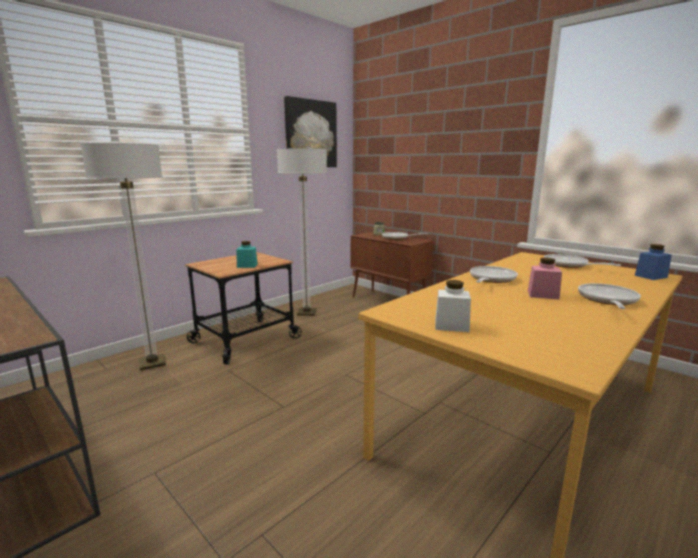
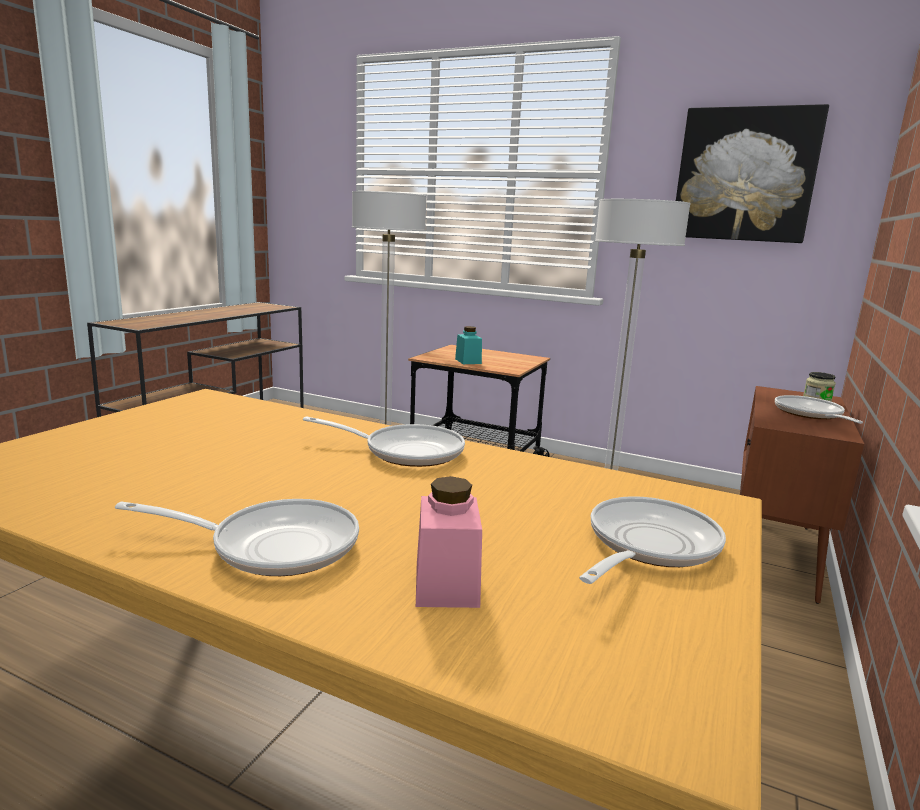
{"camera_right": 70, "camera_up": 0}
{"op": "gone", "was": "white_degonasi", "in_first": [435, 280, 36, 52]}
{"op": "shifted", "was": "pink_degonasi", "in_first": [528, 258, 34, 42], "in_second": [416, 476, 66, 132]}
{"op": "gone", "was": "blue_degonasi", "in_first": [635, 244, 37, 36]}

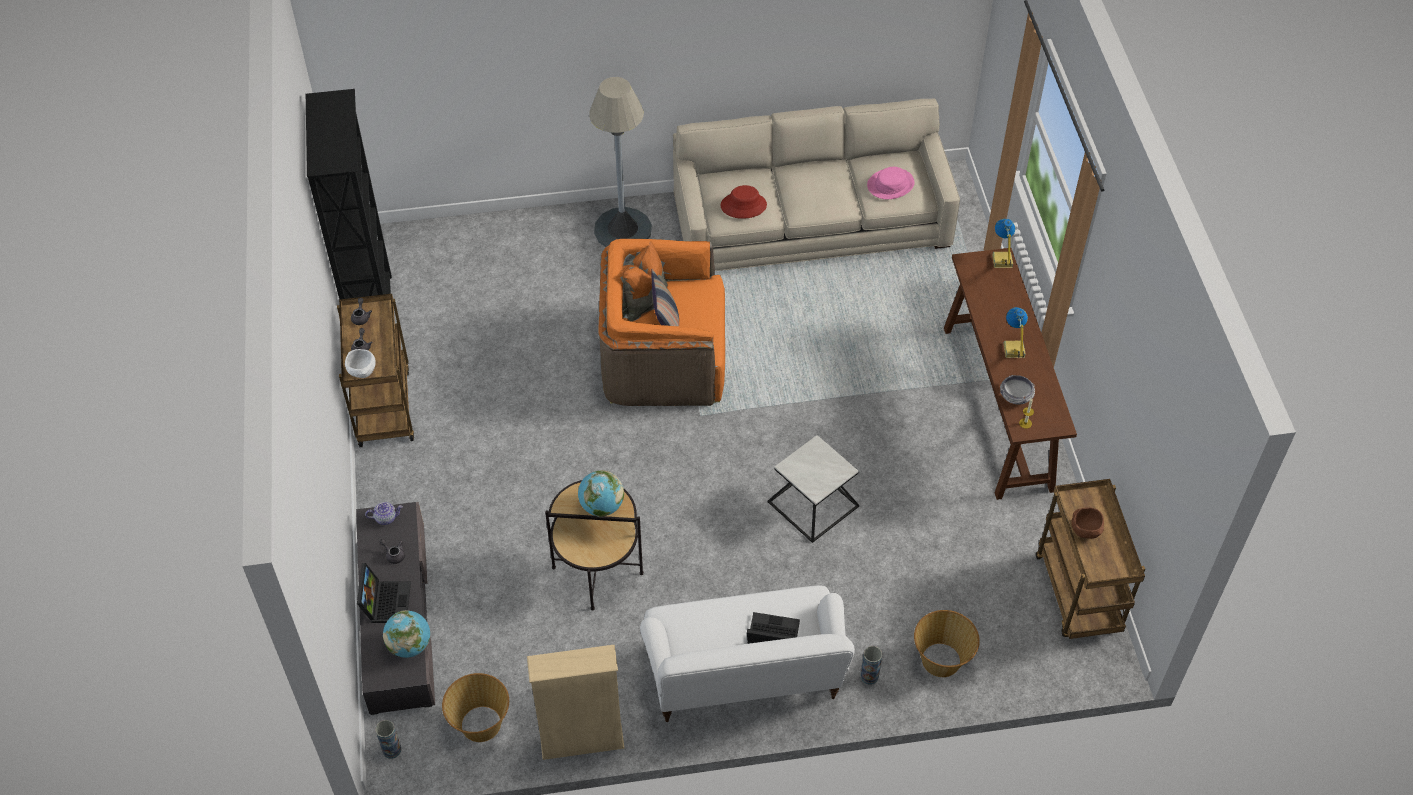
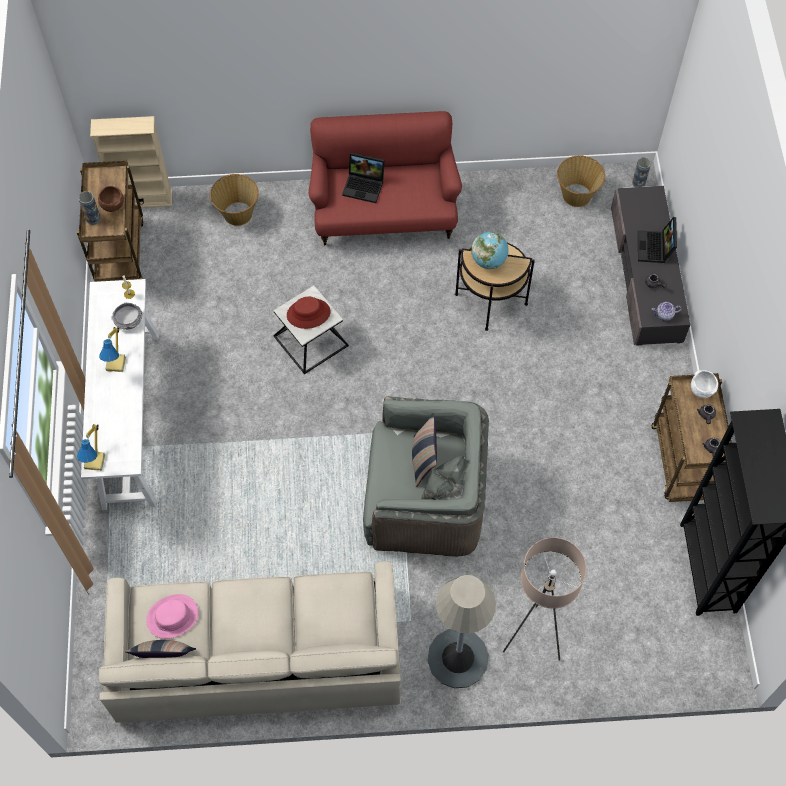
{"camera_right": -175, "camera_up": 10}
{"op": "gone", "was": "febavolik", "in_first": [383, 610, 47, 48]}
{"op": "shifted", "was": "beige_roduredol", "in_first": [527, 645, 98, 115], "in_second": [90, 116, 82, 92]}
{"op": "repainted", "was": "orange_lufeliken", "now": "grey_lufeliken", "in_first": [598, 239, 127, 167], "in_second": [363, 396, 126, 160]}
{"op": "repainted", "was": "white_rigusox", "now": "red_rigusox", "in_first": [640, 585, 215, 137], "in_second": [309, 111, 153, 134]}
{"op": "shifted", "was": "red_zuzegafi", "in_first": [720, 185, 47, 34], "in_second": [287, 297, 43, 32]}
{"op": "shifted", "was": "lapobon", "in_first": [860, 646, 22, 39], "in_second": [79, 191, 22, 34]}
{"op": "repainted", "was": "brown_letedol", "now": "white_letedol", "in_first": [944, 248, 133, 252], "in_second": [81, 279, 78, 231]}
{"op": "new", "now": "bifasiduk", "in_second": [125, 640, 71, 18]}
{"op": "new", "now": "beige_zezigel", "in_second": [503, 537, 84, 124]}

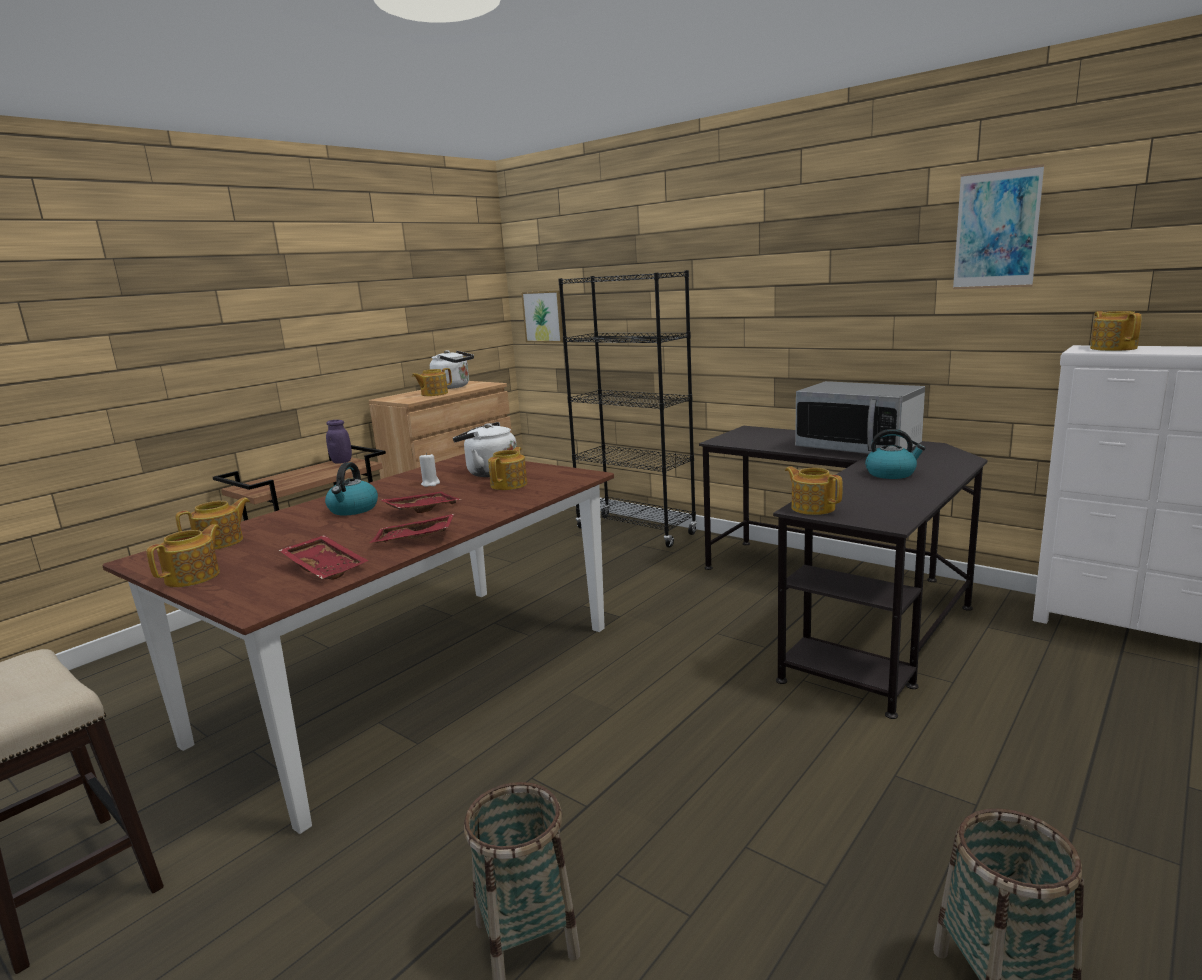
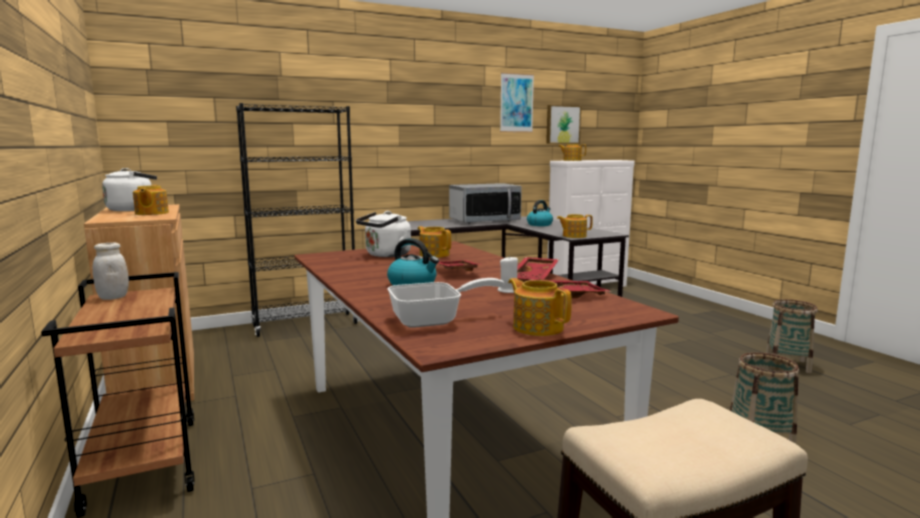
{"camera_right": -65, "camera_up": -5}
{"op": "swapped", "was": "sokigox", "now": "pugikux", "in_first": [176, 498, 74, 51], "in_second": [388, 278, 116, 50]}
{"op": "repainted", "was": "purple_degonasi", "now": "white_degonasi", "in_first": [326, 420, 26, 43], "in_second": [92, 242, 37, 58]}
{"op": "shifted", "was": "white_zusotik", "in_first": [419, 453, 21, 34], "in_second": [498, 255, 20, 38]}
{"op": "shifted", "was": "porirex", "in_first": [521, 290, 42, 53], "in_second": [546, 105, 35, 39]}

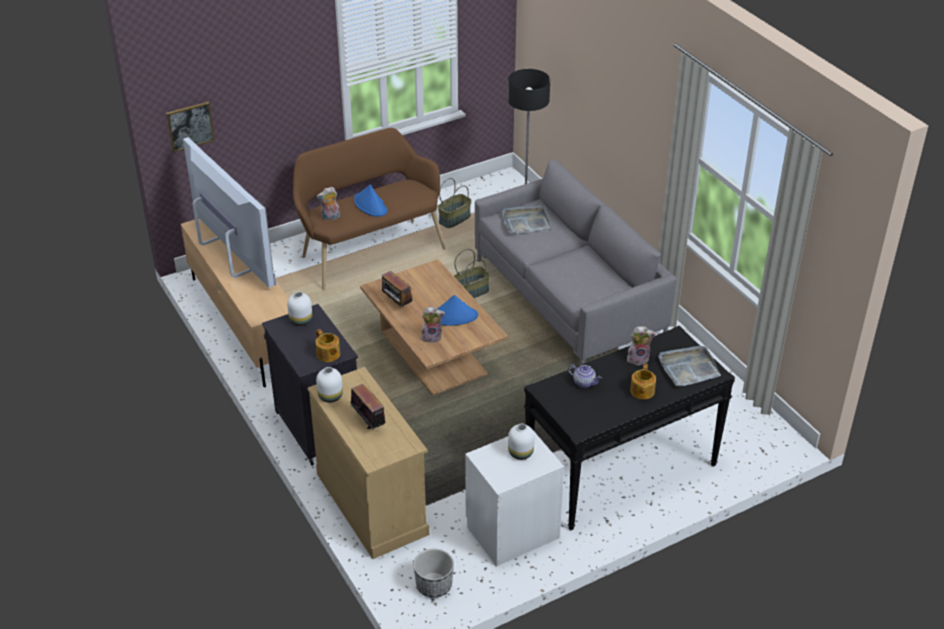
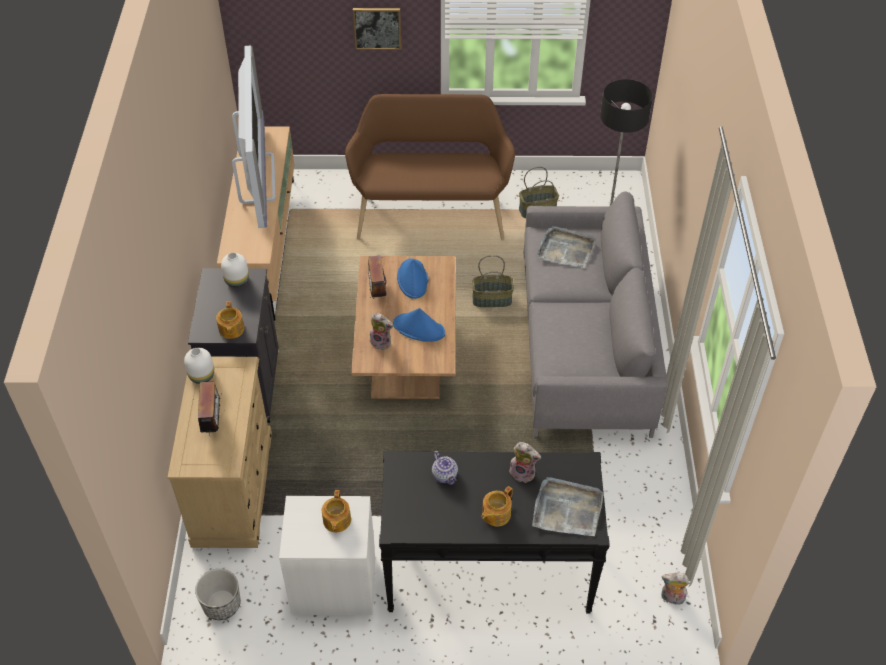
{"camera_right": 30, "camera_up": 10}
{"op": "shifted", "was": "porirex", "in_first": [166, 102, 49, 50], "in_second": [353, 8, 49, 42]}
{"op": "shifted", "was": "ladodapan", "in_first": [317, 187, 23, 34], "in_second": [661, 573, 29, 34]}
{"op": "shifted", "was": "blue_zuzegafi", "in_first": [354, 185, 34, 32], "in_second": [397, 259, 31, 40]}
{"op": "swapped", "was": "white_lapobon", "now": "sokigox", "in_first": [508, 423, 26, 37], "in_second": [322, 490, 29, 42]}

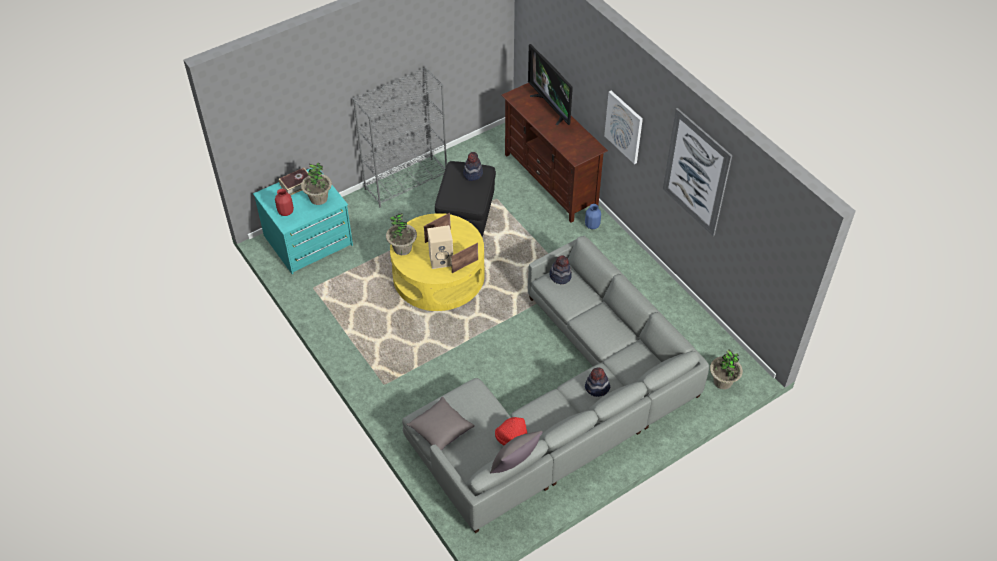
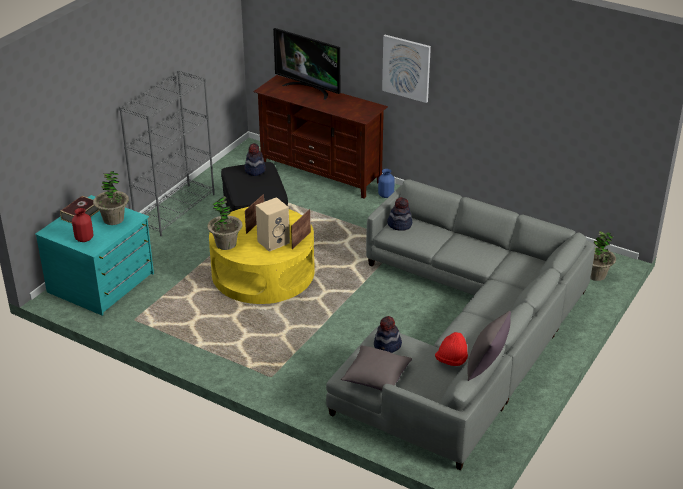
{"camera_right": -25, "camera_up": -15}
{"op": "shifted", "was": "zuzegafi", "in_first": [585, 367, 25, 30], "in_second": [374, 316, 28, 37]}
{"op": "gone", "was": "porirex", "in_first": [663, 108, 69, 128]}

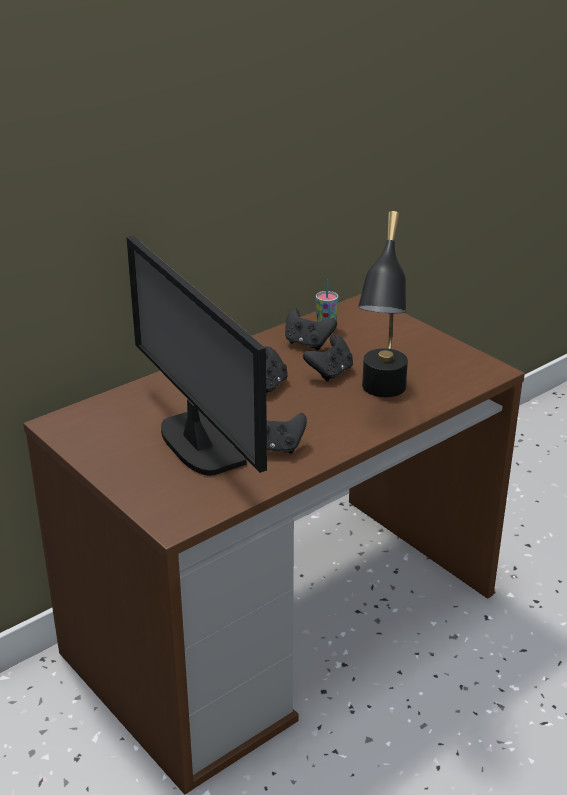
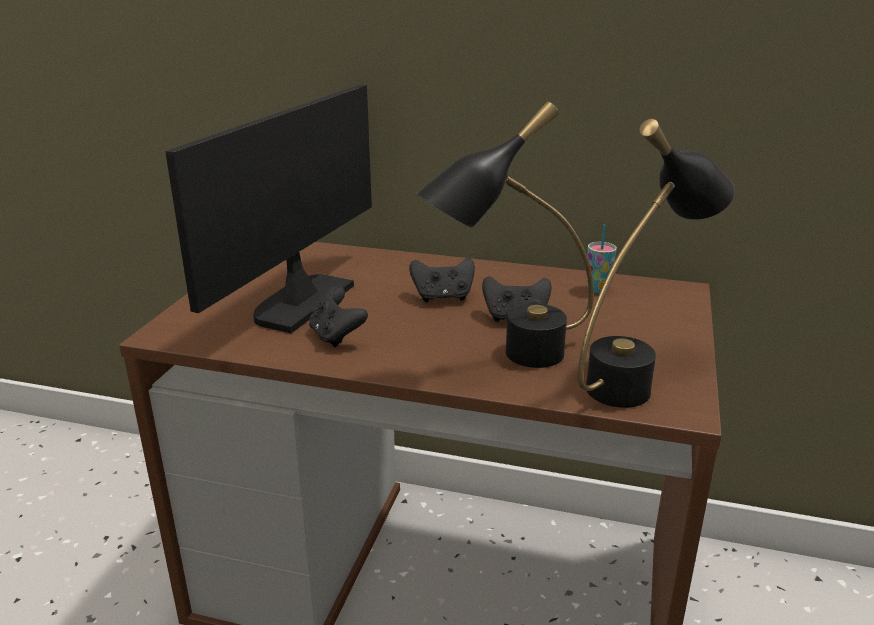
{"camera_right": 55, "camera_up": -5}
{"op": "gone", "was": "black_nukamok", "in_first": [285, 309, 52, 41]}
{"op": "new", "now": "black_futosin", "in_second": [577, 119, 158, 289]}

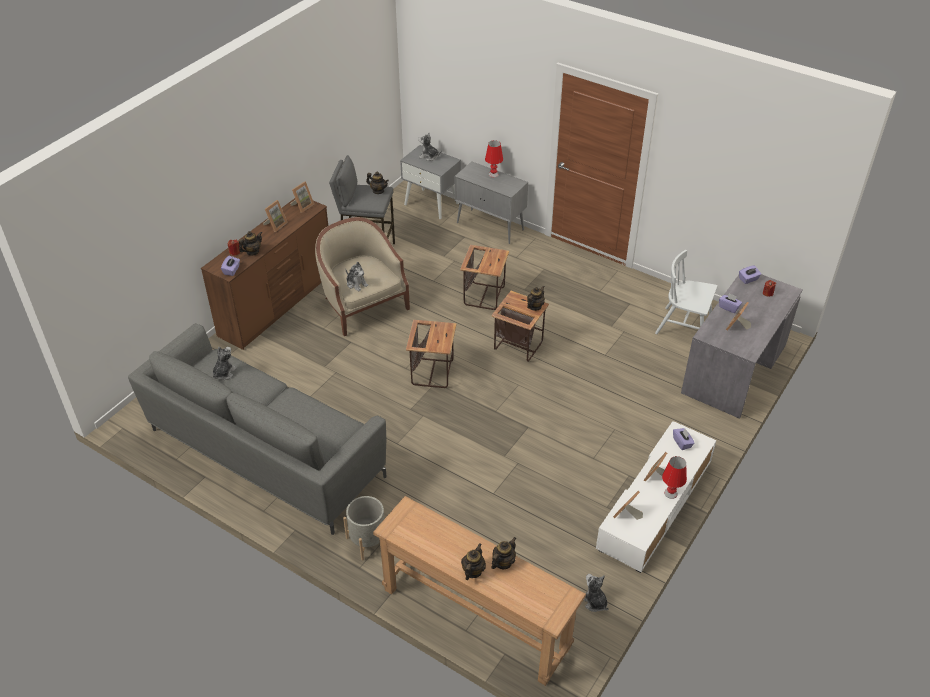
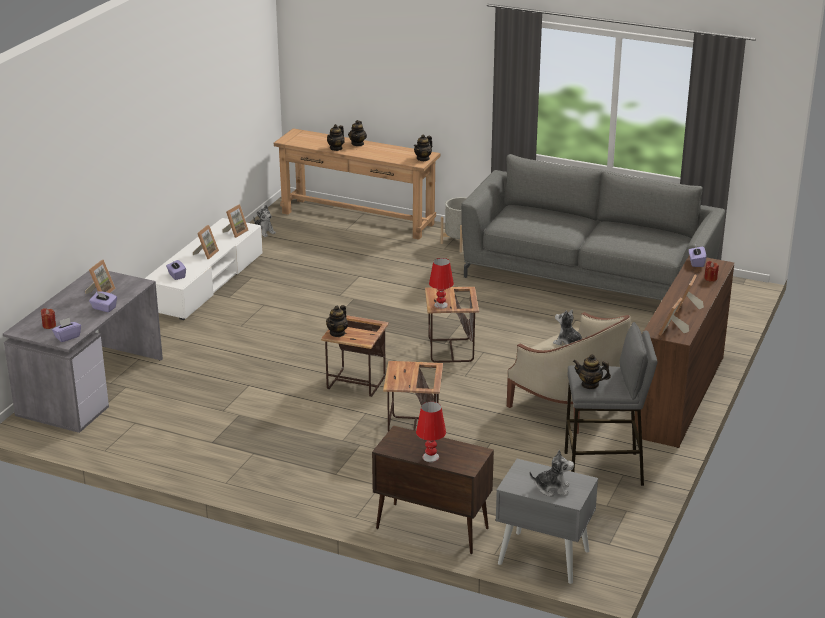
{"camera_right": 170, "camera_up": -15}
{"op": "gone", "was": "ladodapan", "in_first": [213, 347, 24, 33]}
{"op": "shifted", "was": "sokigox", "in_first": [239, 231, 23, 24], "in_second": [414, 134, 18, 27]}
{"op": "repainted", "was": "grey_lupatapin", "now": "brown_lupatapin", "in_first": [454, 162, 74, 82], "in_second": [372, 426, 122, 128]}
{"op": "gone", "was": "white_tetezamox", "in_first": [655, 250, 62, 84]}
{"op": "shifted", "was": "red_futosin", "in_first": [662, 456, 25, 43], "in_second": [429, 258, 25, 51]}

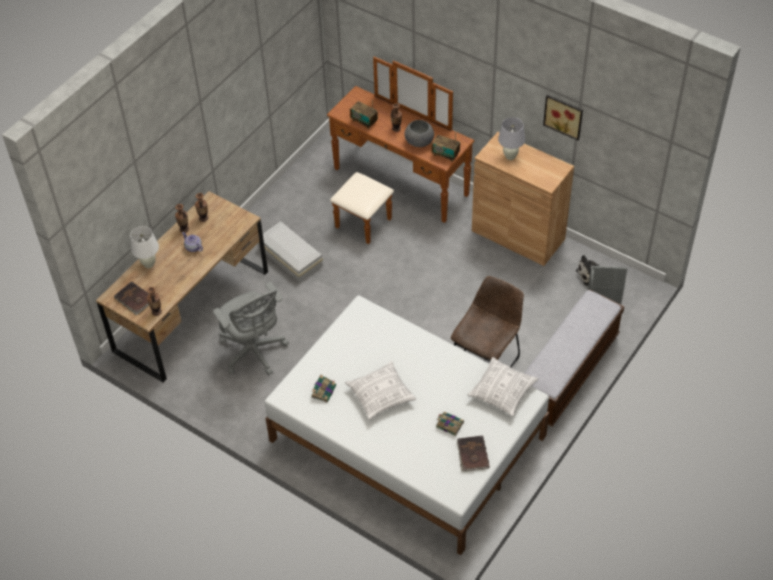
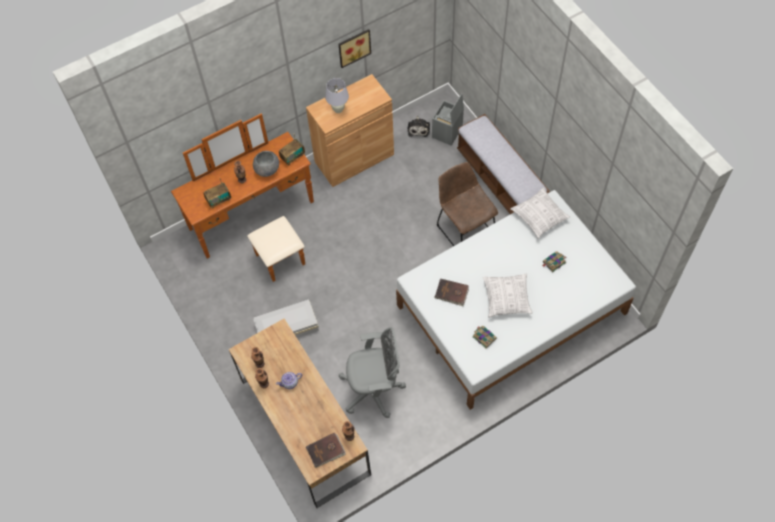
{"camera_right": -65, "camera_up": 10}
{"op": "gone", "was": "white_futosin", "in_first": [130, 226, 29, 42]}
{"op": "shifted", "was": "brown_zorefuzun", "in_first": [457, 435, 33, 37], "in_second": [434, 279, 35, 27]}

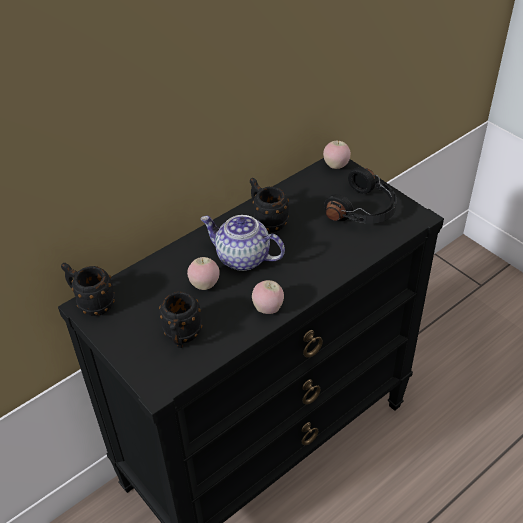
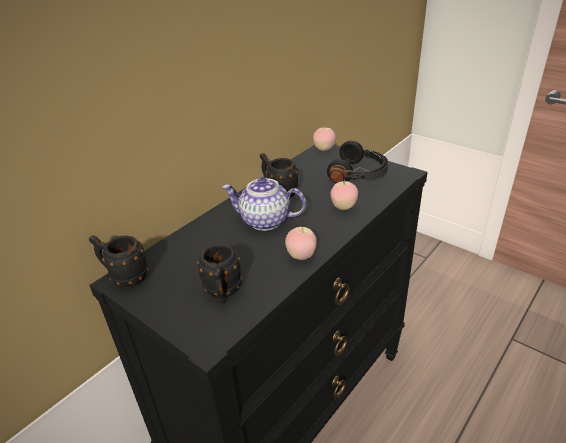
{"camera_right": -10, "camera_up": -10}
{"op": "shifted", "was": "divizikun", "in_first": [187, 257, 33, 33], "in_second": [330, 179, 28, 31]}

